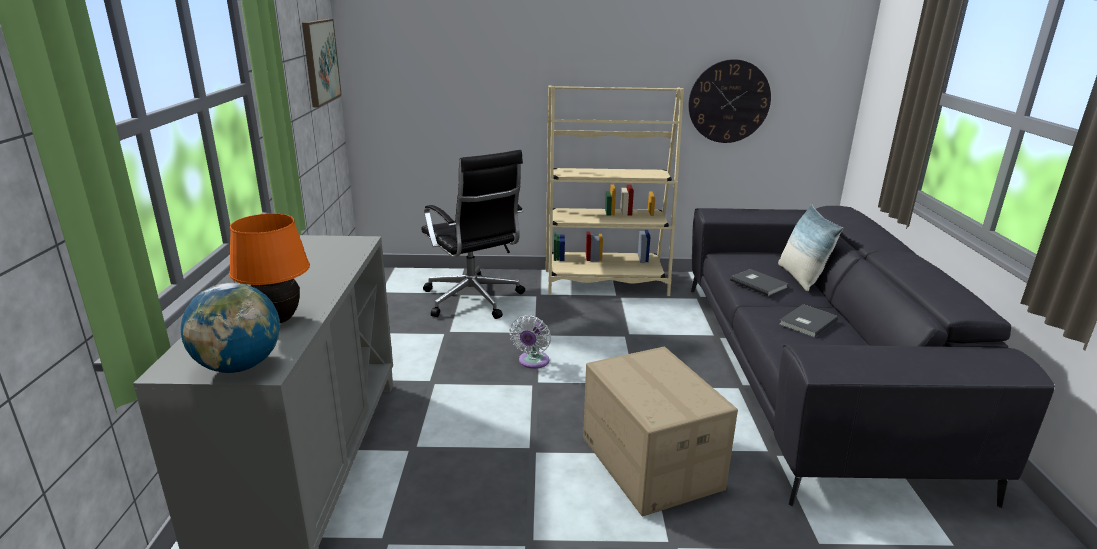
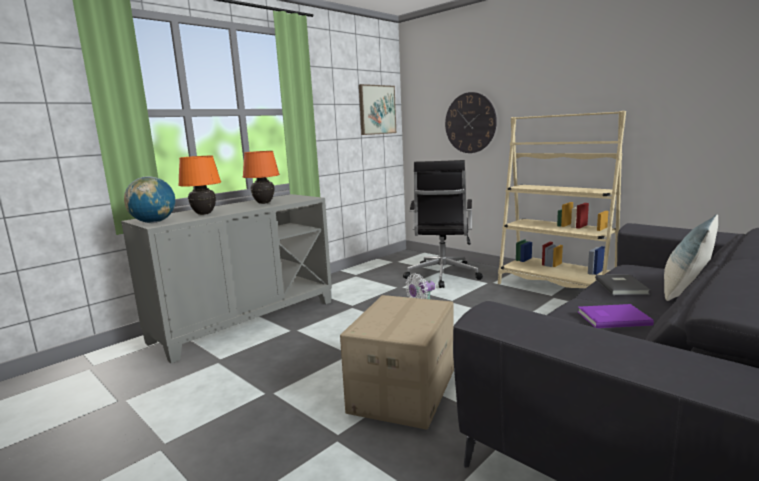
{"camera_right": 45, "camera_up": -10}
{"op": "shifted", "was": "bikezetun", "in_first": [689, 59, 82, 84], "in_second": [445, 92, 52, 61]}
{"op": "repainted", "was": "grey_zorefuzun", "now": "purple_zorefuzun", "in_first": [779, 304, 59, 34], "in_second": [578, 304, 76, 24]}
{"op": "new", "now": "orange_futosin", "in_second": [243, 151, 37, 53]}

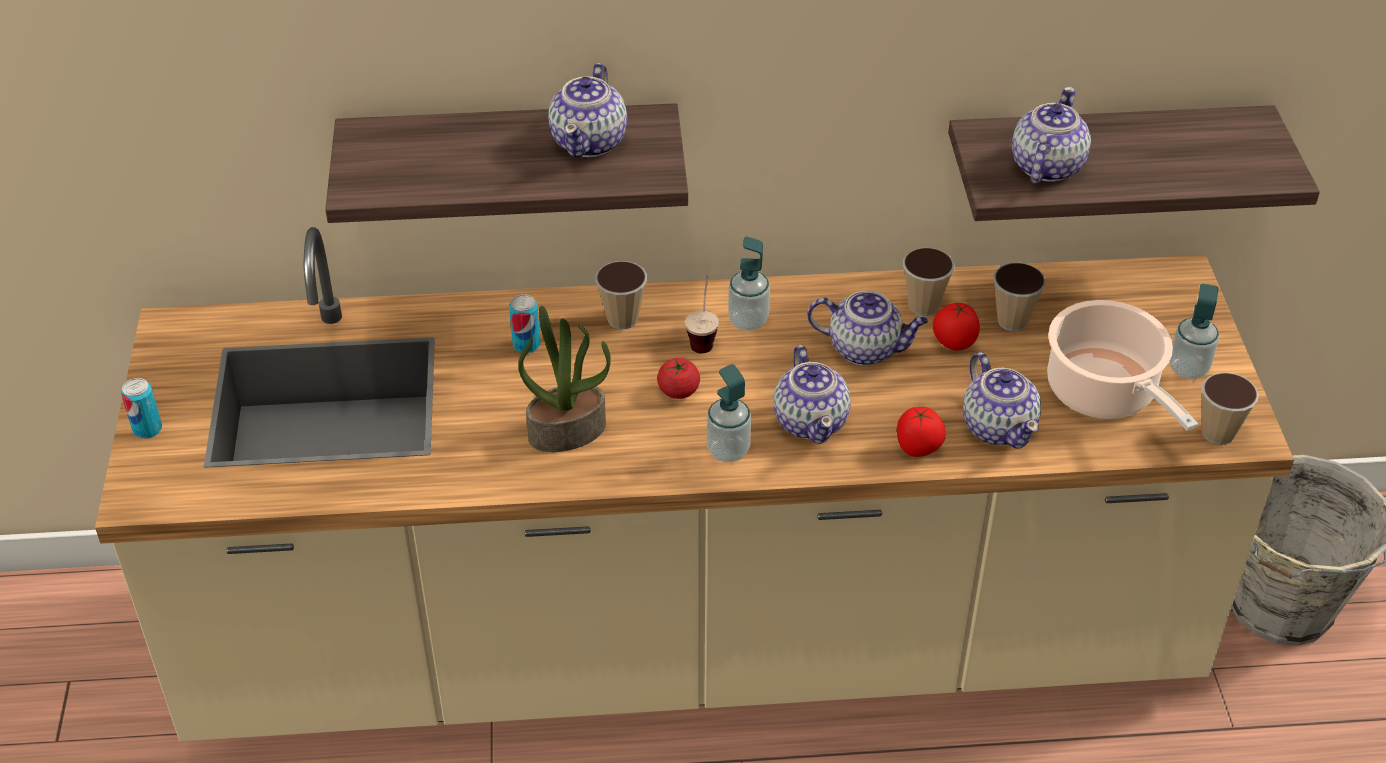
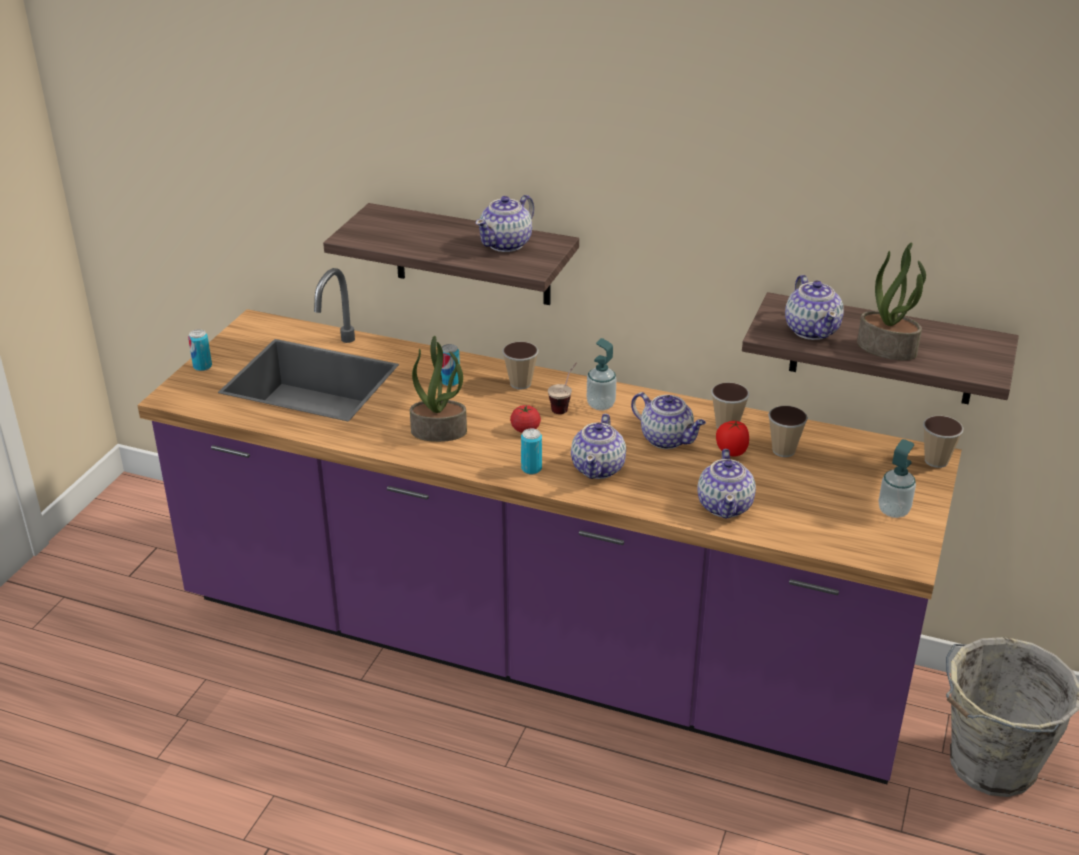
{"camera_right": 25, "camera_up": -10}
{"op": "repainted", "was": "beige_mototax", "now": "purple_mototax", "in_first": [95, 227, 1199, 514], "in_second": [137, 268, 825, 516]}
{"op": "swapped", "was": "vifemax", "now": "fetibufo", "in_first": [707, 364, 44, 98], "in_second": [521, 428, 21, 46]}
{"op": "gone", "was": "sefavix", "in_first": [897, 407, 49, 50]}
{"op": "rotated", "was": "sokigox", "in_first": [1012, 87, 79, 97], "in_second": [785, 275, 59, 65], "clockwise": 120}
{"op": "gone", "was": "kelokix", "in_first": [1047, 300, 151, 131]}
{"op": "shifted", "was": "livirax", "in_first": [1202, 372, 57, 73], "in_second": [923, 416, 41, 52]}
{"op": "new", "now": "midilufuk", "in_second": [857, 243, 69, 117]}

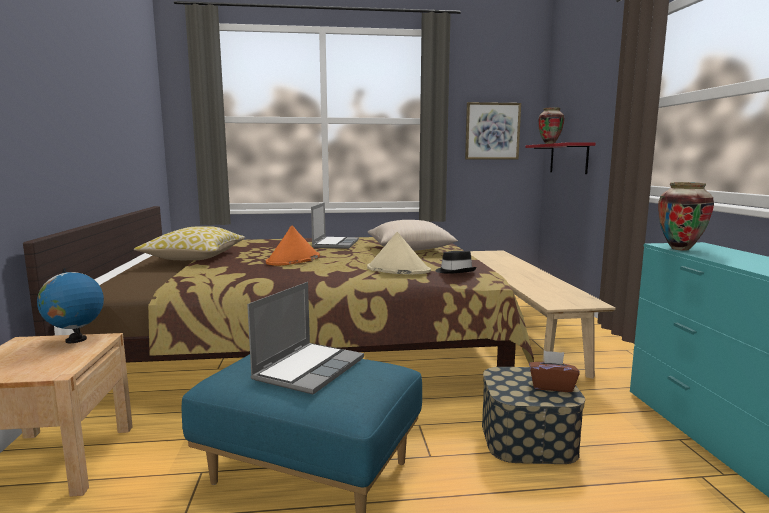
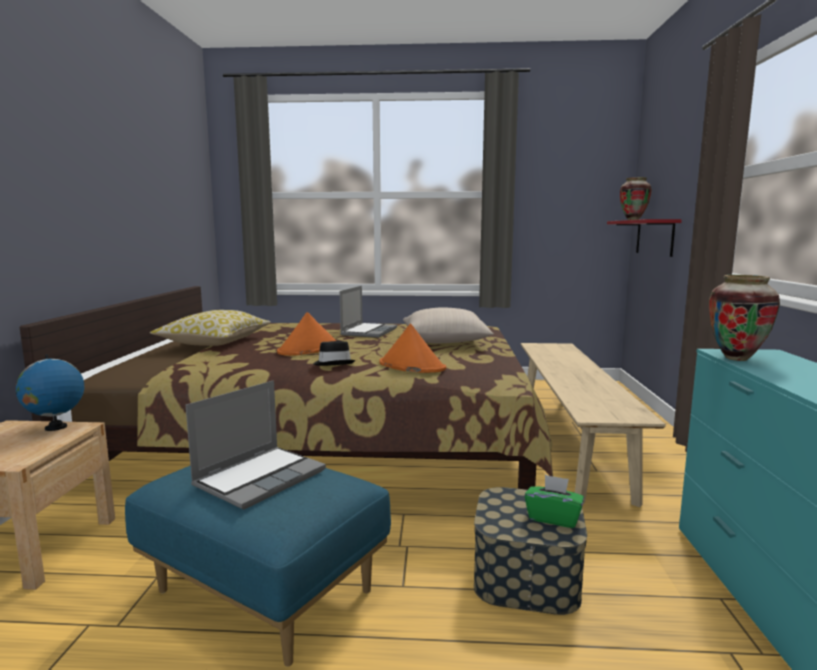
{"camera_right": 10, "camera_up": 0}
{"op": "repainted", "was": "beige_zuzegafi", "now": "orange_zuzegafi", "in_first": [367, 232, 64, 43], "in_second": [379, 324, 67, 49]}
{"op": "shifted", "was": "black_zuzegafi", "in_first": [436, 251, 41, 23], "in_second": [313, 341, 42, 25]}
{"op": "gone", "was": "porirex", "in_first": [465, 102, 56, 57]}
{"op": "repainted", "was": "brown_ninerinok", "now": "green_ninerinok", "in_first": [529, 351, 51, 41], "in_second": [525, 474, 59, 54]}

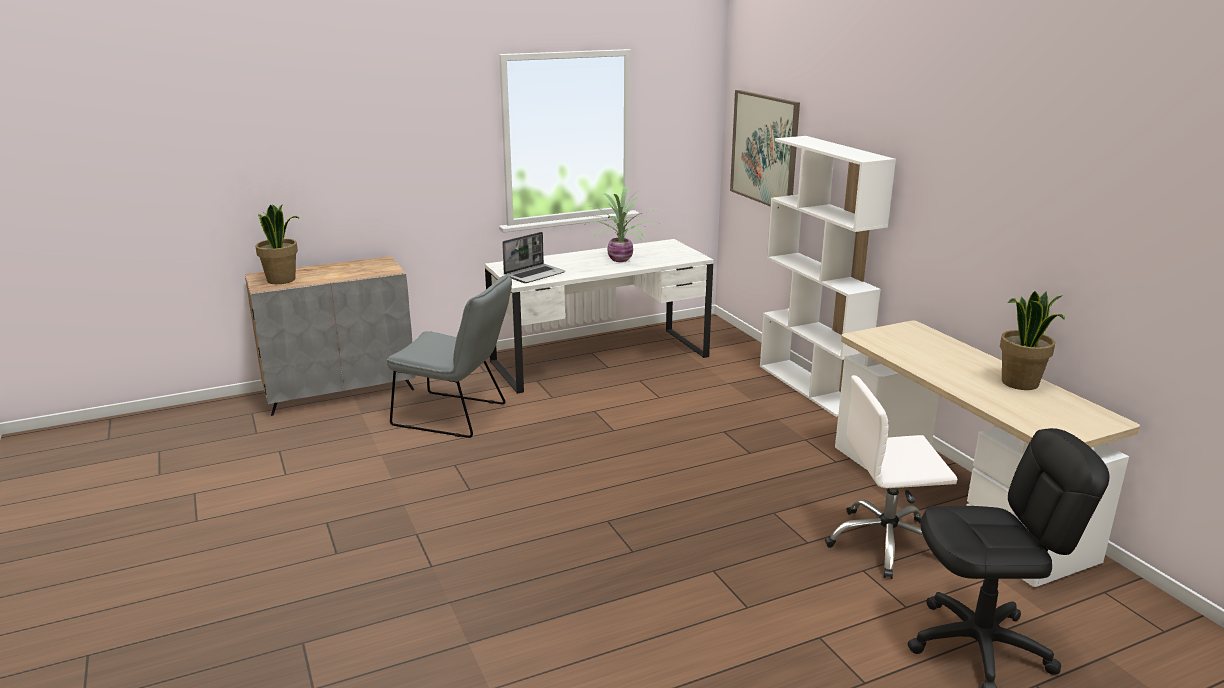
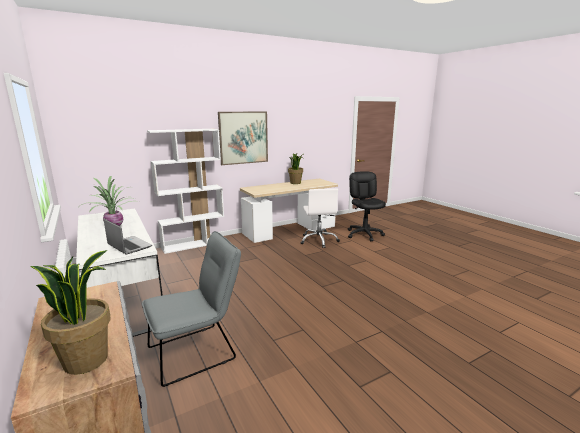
{"camera_right": -95, "camera_up": -5}
{"op": "rotated", "was": "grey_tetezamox", "in_first": [386, 273, 126, 165], "in_second": [142, 231, 99, 156], "clockwise": 45}
{"op": "shifted", "was": "porirex", "in_first": [730, 90, 70, 117], "in_second": [218, 112, 50, 53]}

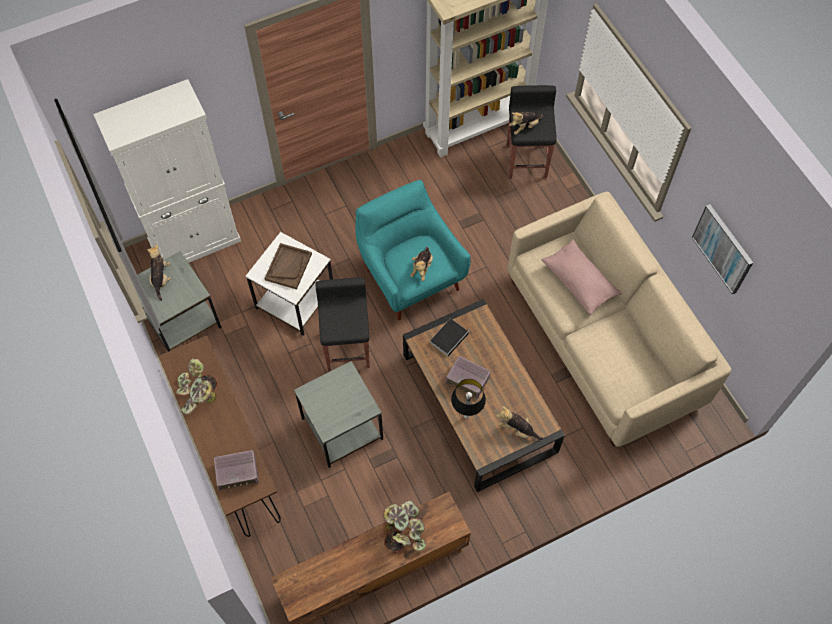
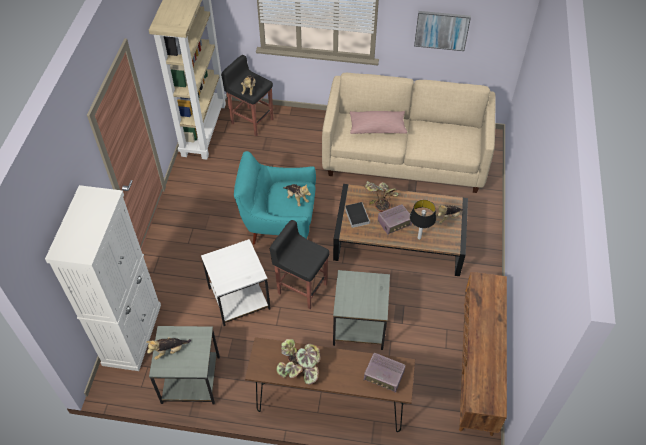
{"camera_right": -55, "camera_up": -10}
{"op": "rotated", "was": "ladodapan", "in_first": [147, 244, 24, 57], "in_second": [146, 337, 45, 23], "clockwise": -60}
{"op": "rotated", "was": "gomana", "in_first": [214, 450, 45, 41], "in_second": [364, 353, 42, 40], "clockwise": 90}
{"op": "gone", "was": "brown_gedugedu", "in_first": [265, 243, 47, 47]}
{"op": "shifted", "was": "midilufuk", "in_first": [383, 500, 43, 52], "in_second": [364, 181, 35, 31]}

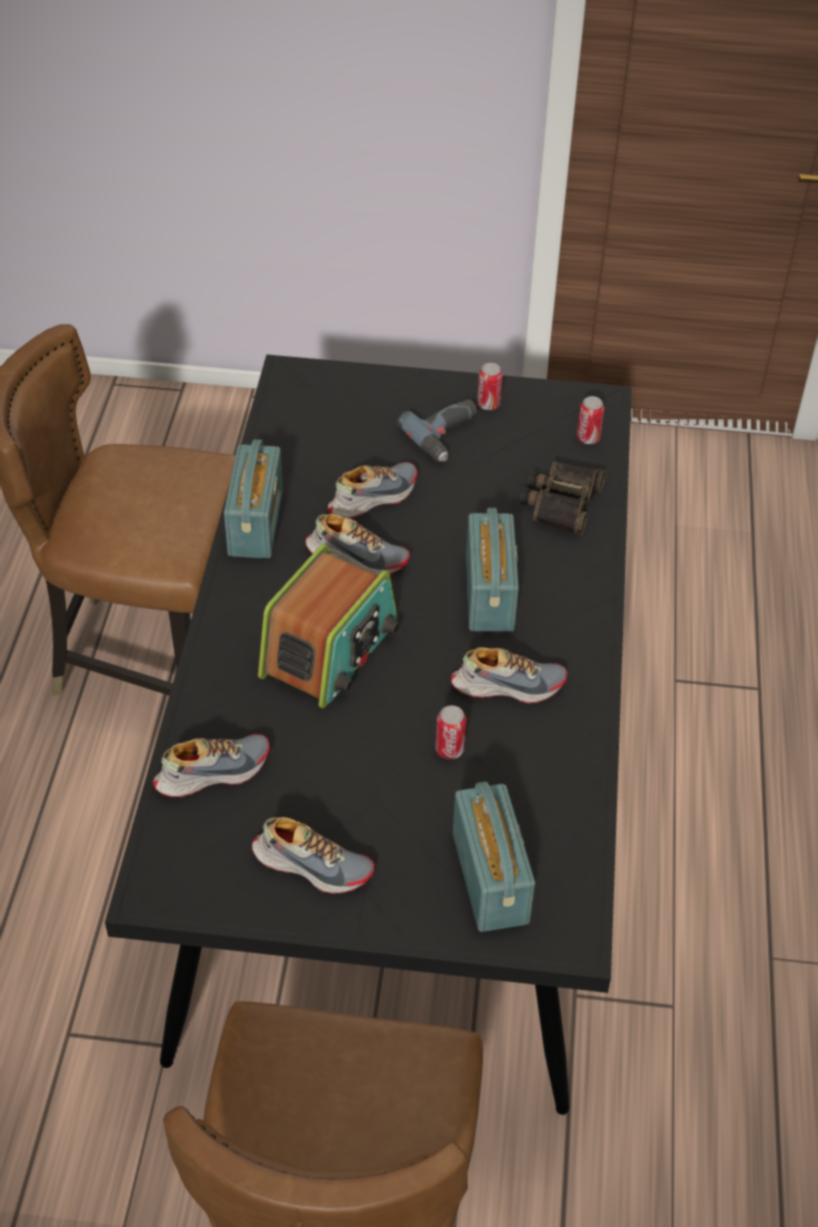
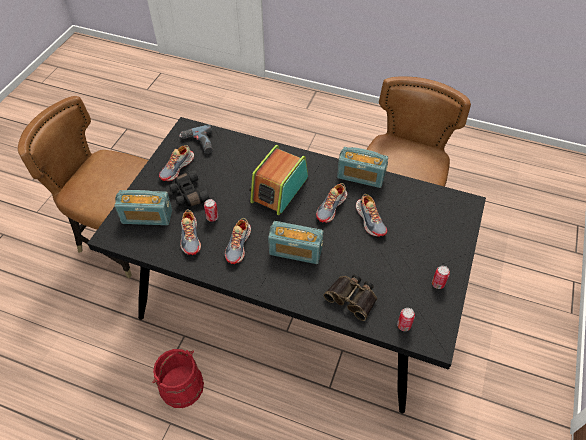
{"camera_right": 105, "camera_up": 5}
{"op": "shifted", "was": "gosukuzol", "in_first": [153, 734, 117, 63], "in_second": [180, 209, 21, 46]}
{"op": "rotated", "was": "gomana", "in_first": [258, 544, 142, 165], "in_second": [249, 145, 59, 70], "clockwise": 75}
{"op": "shifted", "was": "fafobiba", "in_first": [397, 399, 80, 63], "in_second": [179, 124, 34, 30]}
{"op": "new", "now": "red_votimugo", "in_second": [153, 349, 51, 59]}
{"op": "new", "now": "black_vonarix", "in_second": [169, 170, 41, 37]}

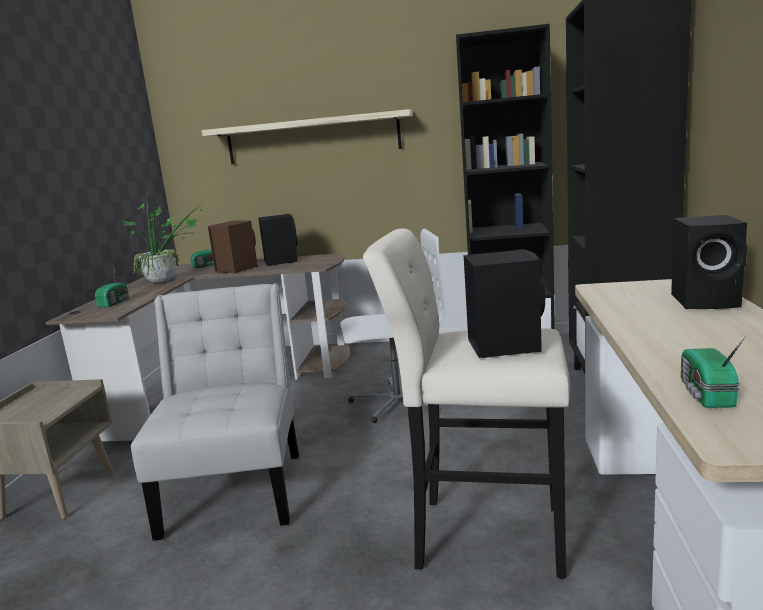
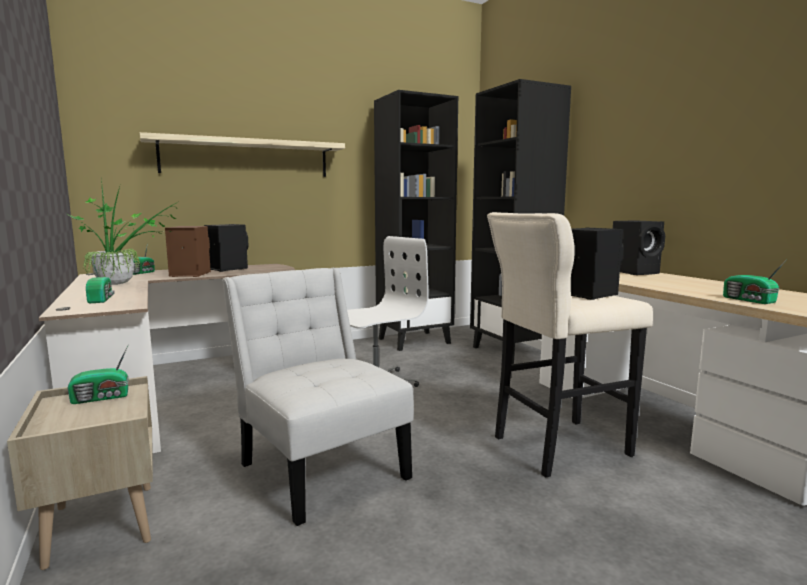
{"camera_right": -35, "camera_up": -5}
{"op": "new", "now": "gomana", "in_second": [68, 344, 61, 60]}

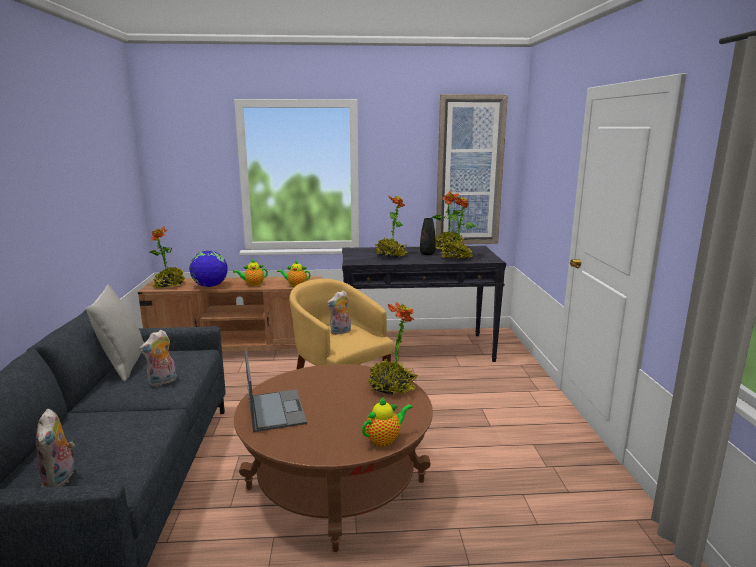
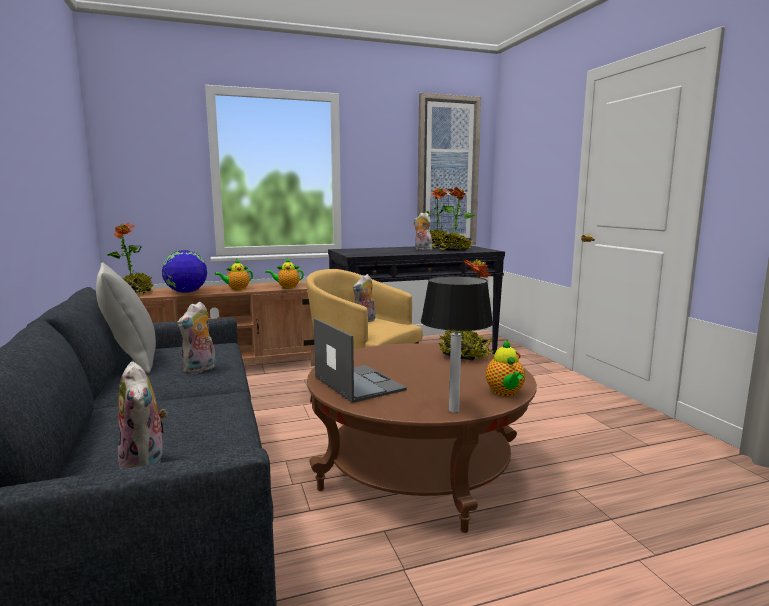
{"camera_right": -15, "camera_up": -5}
{"op": "rotated", "was": "sokigox", "in_first": [362, 397, 51, 50], "in_second": [485, 340, 40, 57], "clockwise": 135}
{"op": "gone", "was": "midilufuk", "in_first": [375, 196, 34, 62]}
{"op": "swapped", "was": "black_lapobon", "now": "ladodapan", "in_first": [420, 218, 16, 37], "in_second": [414, 212, 18, 38]}
{"op": "new", "now": "futosin", "in_second": [421, 276, 72, 137]}

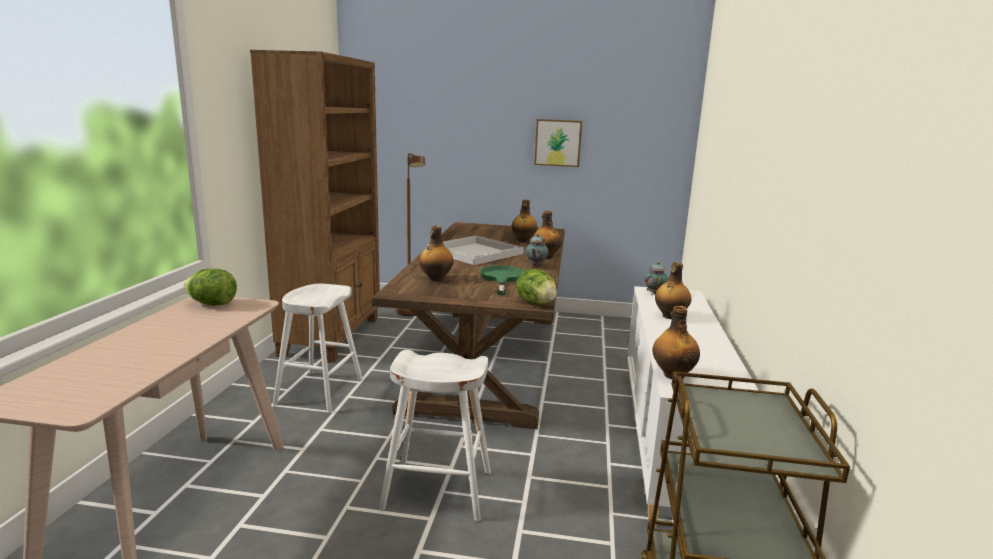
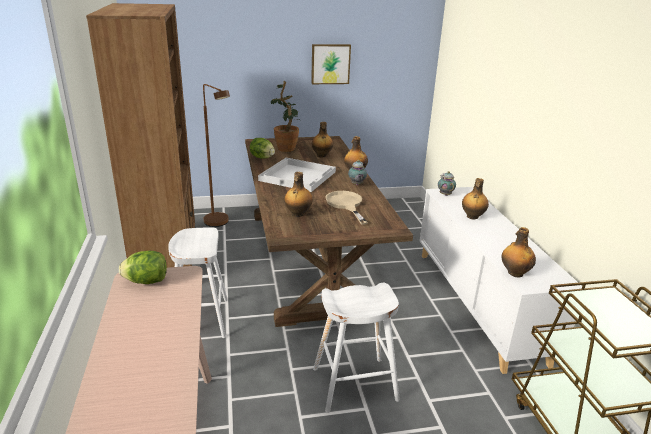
{"camera_right": -20, "camera_up": 10}
{"op": "repainted", "was": "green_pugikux", "now": "beige_pugikux", "in_first": [479, 265, 45, 30], "in_second": [325, 191, 43, 34]}
{"op": "shifted", "was": "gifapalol", "in_first": [517, 269, 40, 35], "in_second": [250, 138, 25, 21]}
{"op": "new", "now": "midilufuk", "in_second": [271, 80, 28, 72]}

